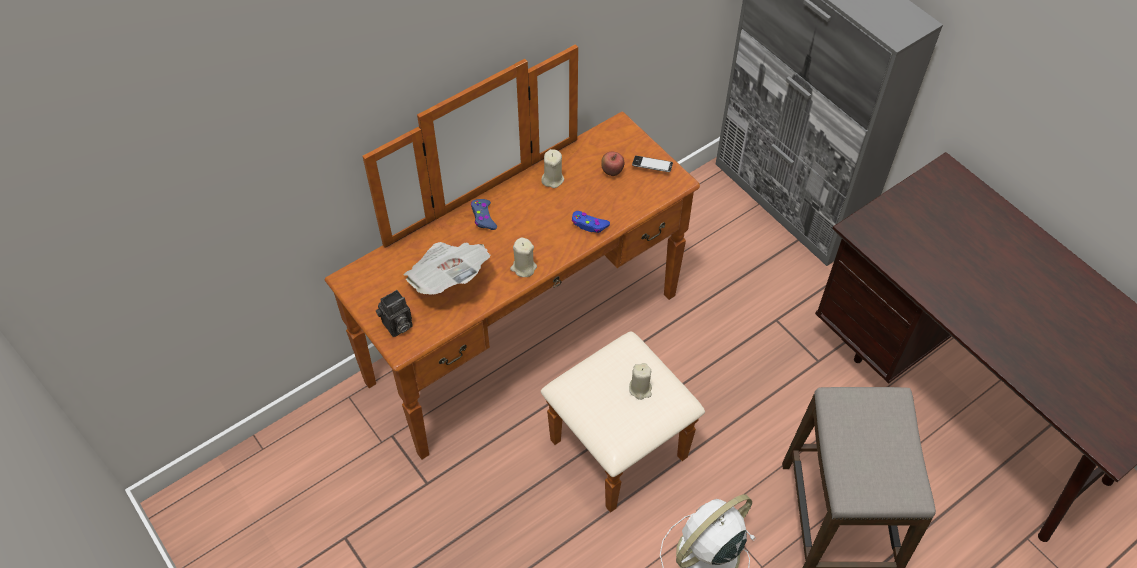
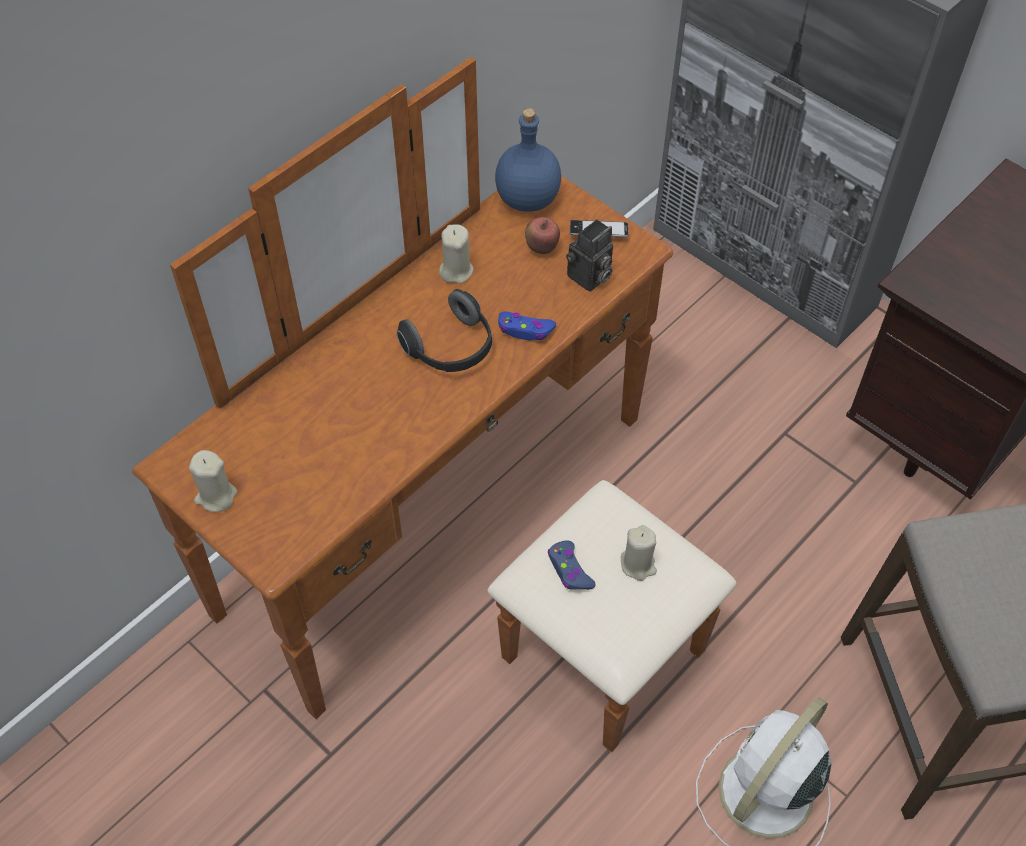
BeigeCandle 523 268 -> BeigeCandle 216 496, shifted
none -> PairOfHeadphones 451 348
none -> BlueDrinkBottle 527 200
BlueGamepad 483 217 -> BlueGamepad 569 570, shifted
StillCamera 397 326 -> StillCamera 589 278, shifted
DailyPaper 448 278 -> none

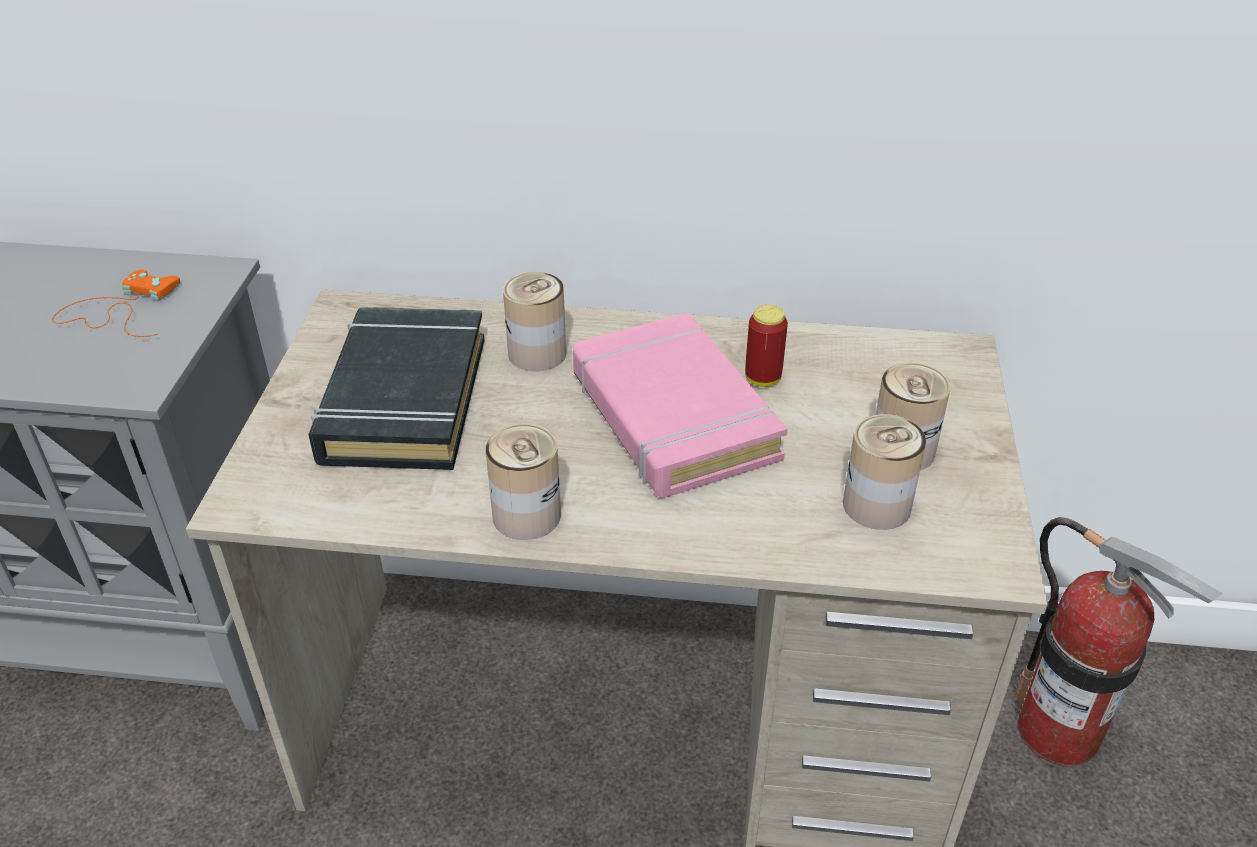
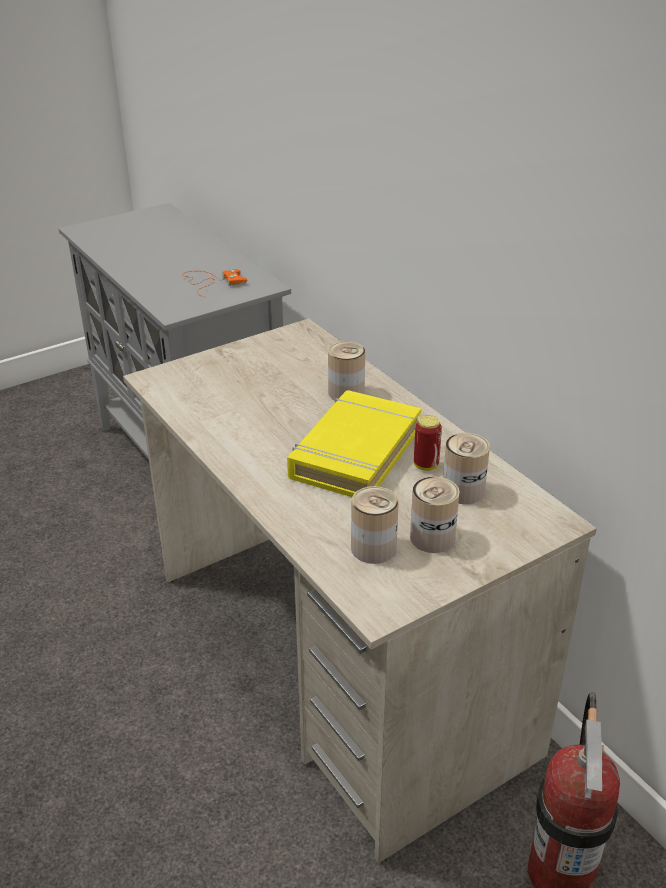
PinkBoundBook 672 416 -> YellowishBoundBook 355 453
MetalCan 526 515 -> MetalCan 463 491, shifted
BlackColouredBoundBook 403 399 -> none

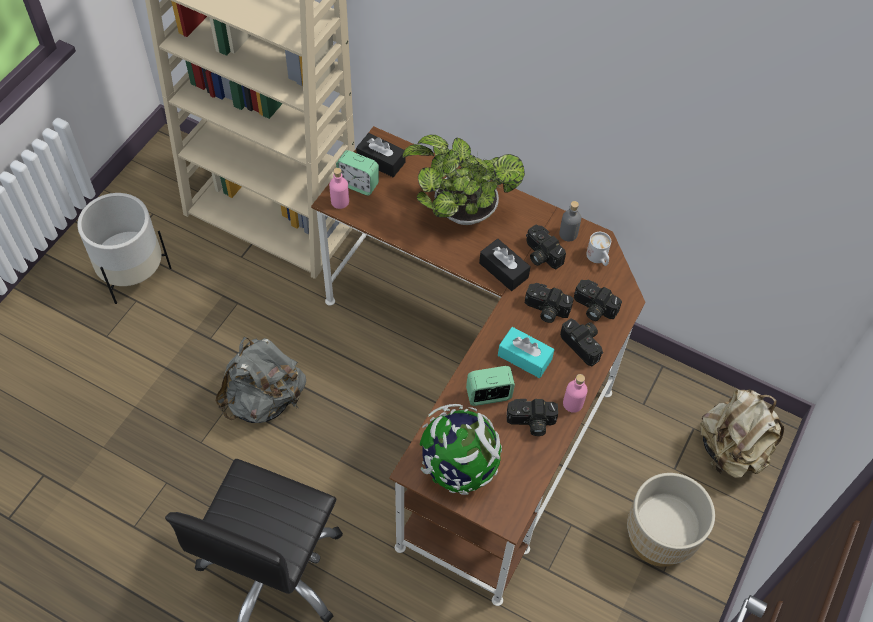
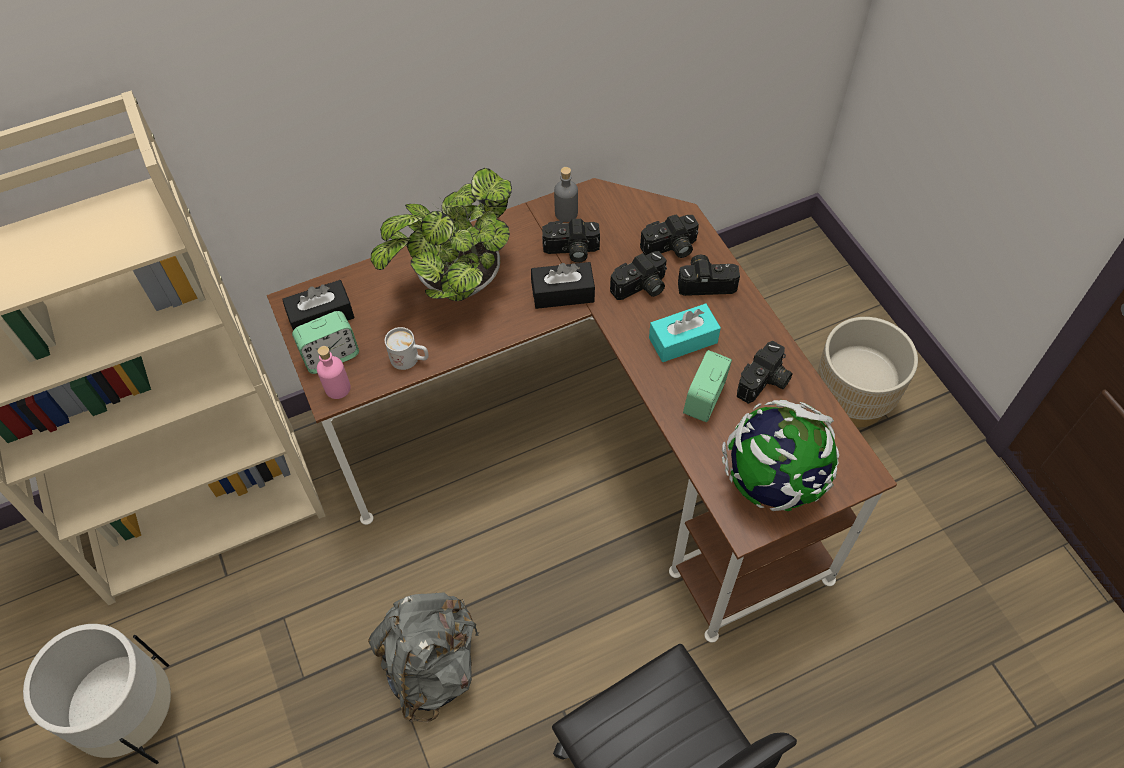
WhiteCoffeeMug 598 258 -> WhiteCoffeeMug 410 359, shifted
PinkDrinkBottle 572 403 -> none
BeigeBackpack 731 450 -> none

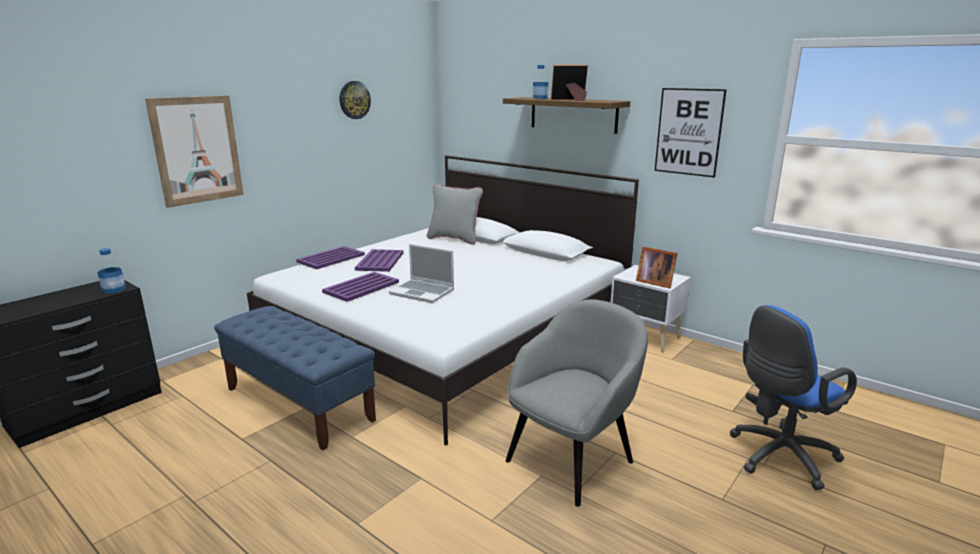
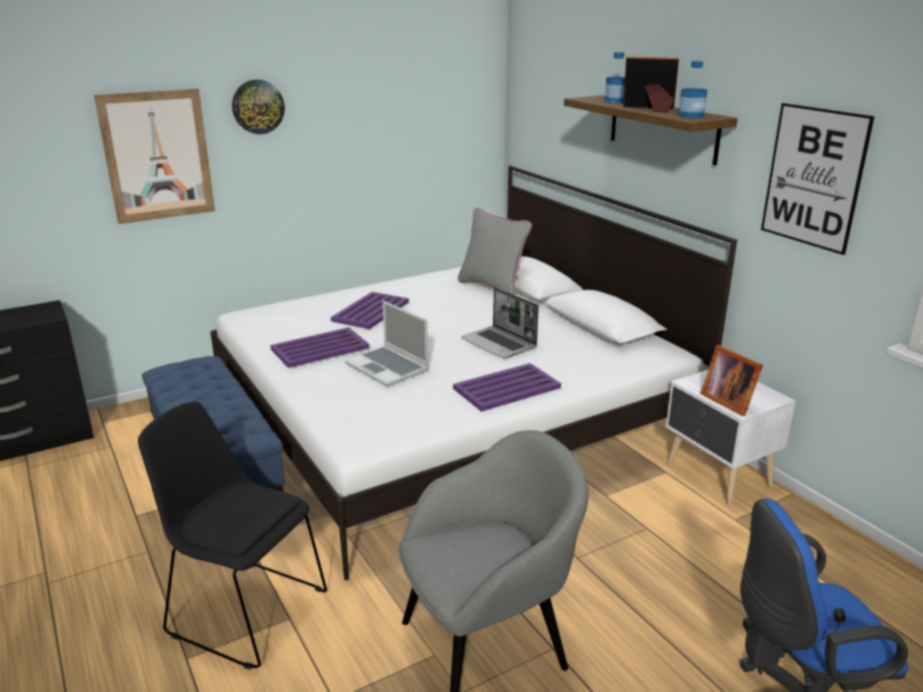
none -> BlackColouredPlainChair 244 610
ClockOnTheWall 354 100 -> ClockOnTheWall 258 107, shifted
PurpleServingTray 330 258 -> PurpleServingTray 505 388, shifted
none -> NotebookComputer 500 344
DrinkBottle 114 289 -> DrinkBottle 691 116, shifted

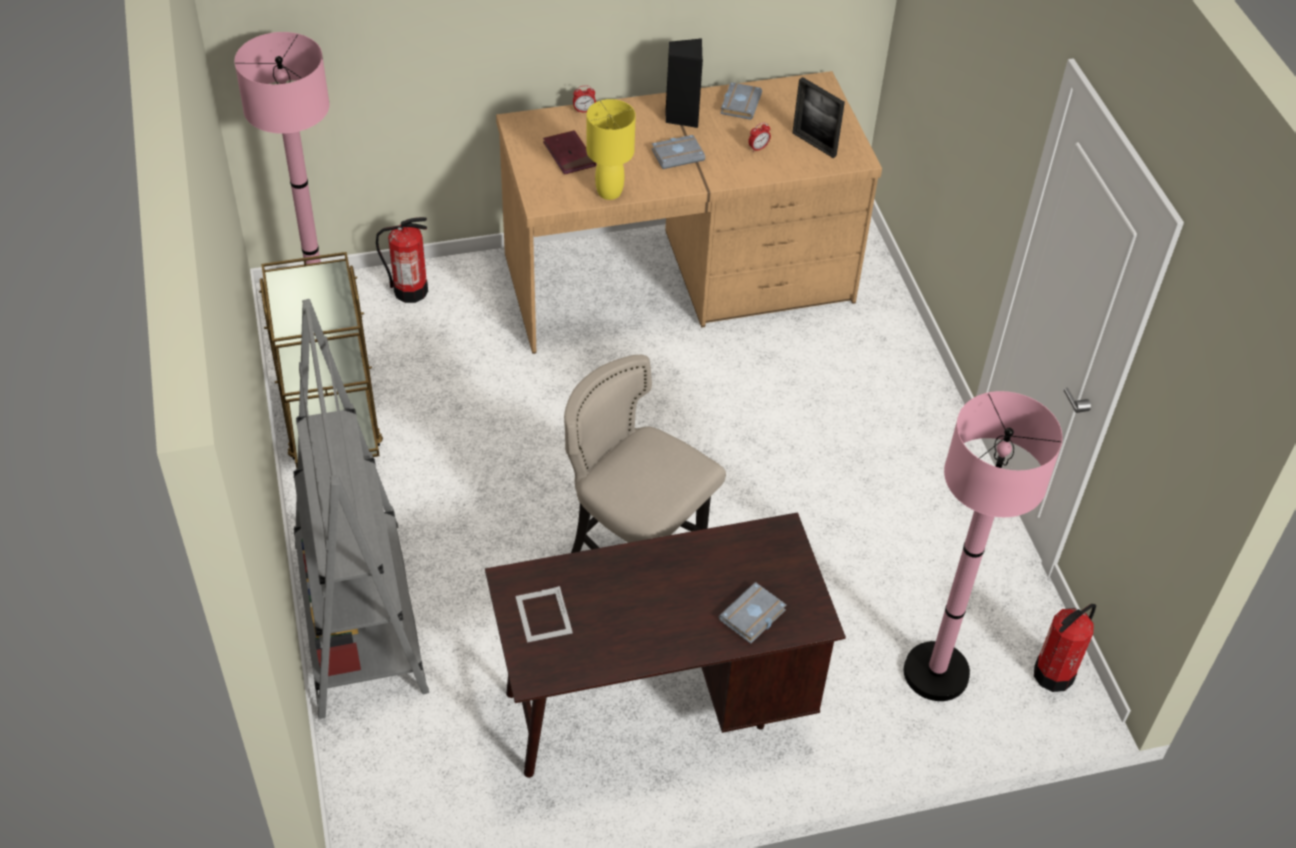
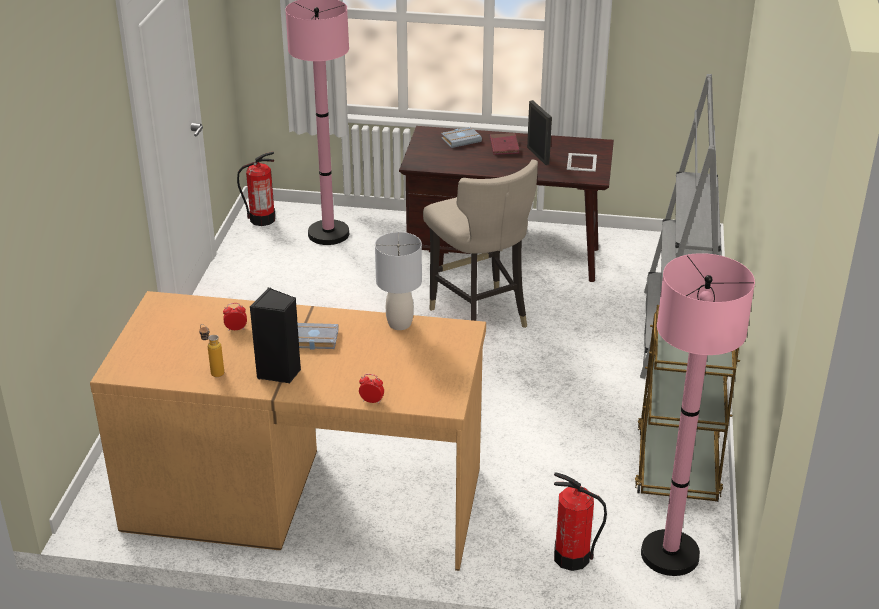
GrayBoundBook 739 103 -> DrinkBottle 213 371
YellowishTableLamp 609 192 -> GrayTableLamp 400 324
RedColouredBoundBook 569 155 -> RedColouredBoundBook 504 146, shifted
PictureFrame 814 144 -> PictureFrame 538 155, shifted

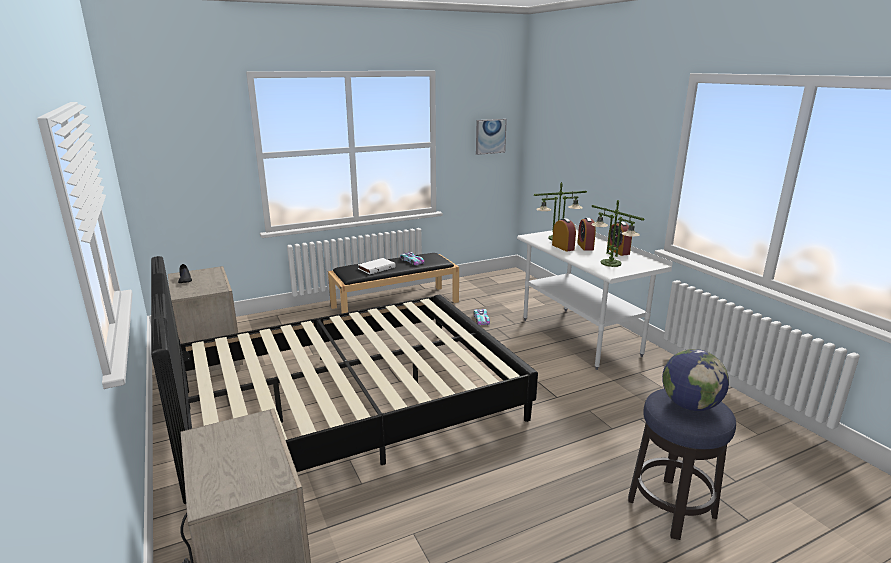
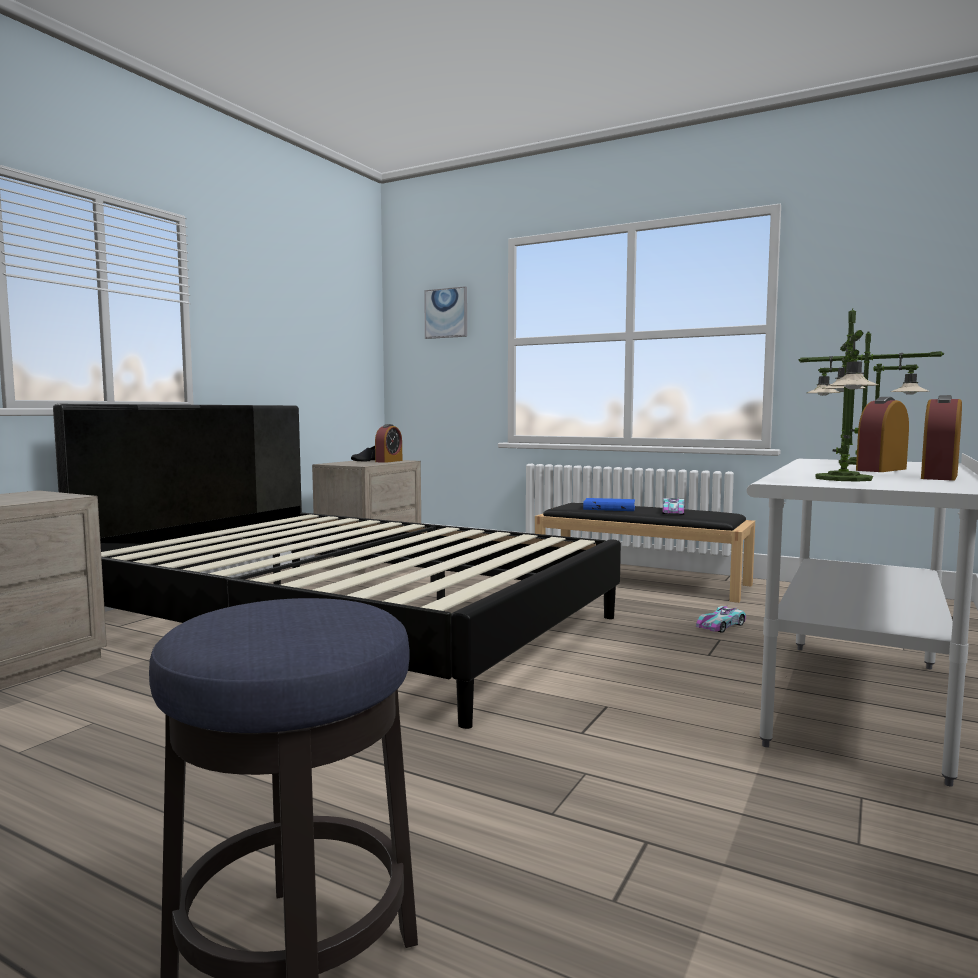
TableClock 563 247 -> TableClock 389 461, shifted
WallPicture 490 136 -> WallPicture 446 313, shifted
WhiteBoundBook 376 268 -> BlueBoundBook 609 508
Globe 689 405 -> none

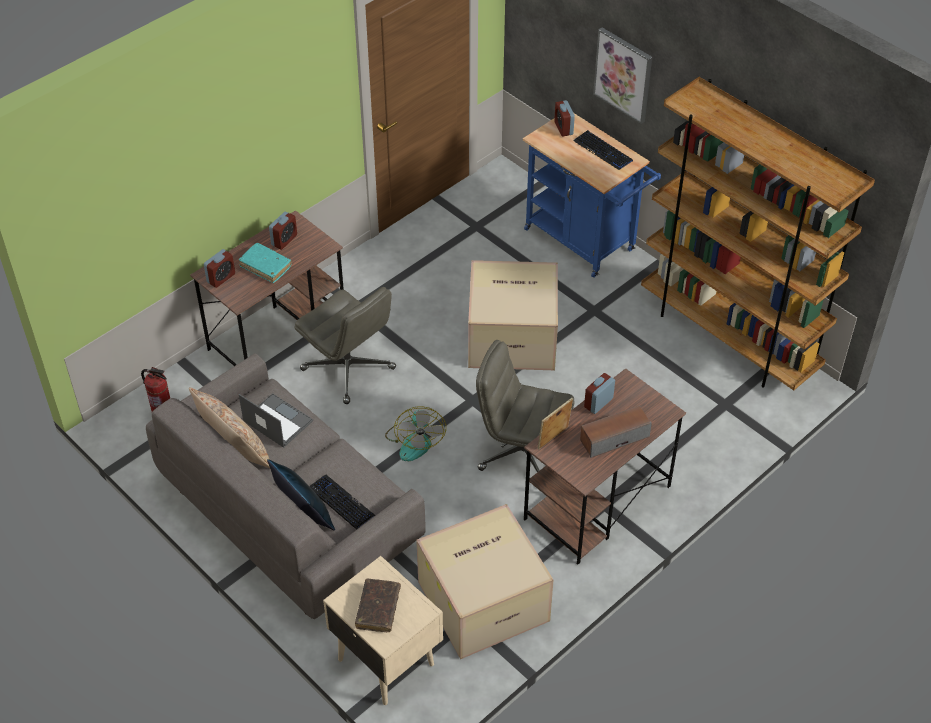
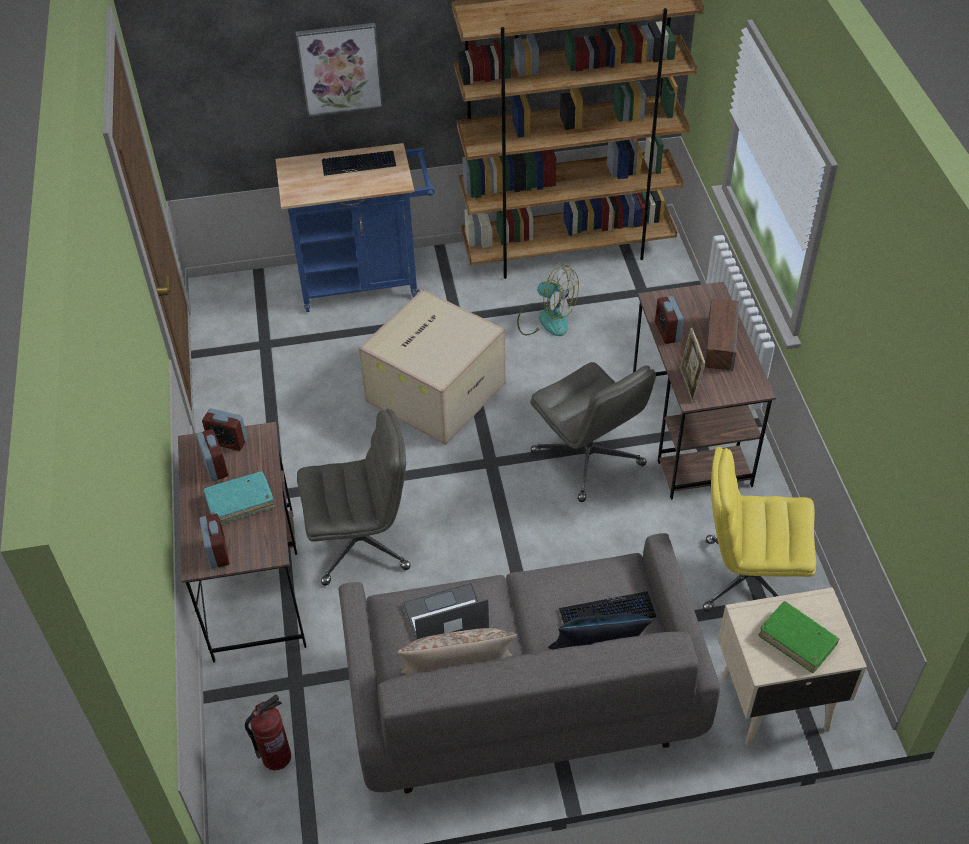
TableClock 563 128 -> TableClock 228 441, shifted
ElectricFan 414 440 -> ElectricFan 546 318, shifted
GrayDeskChair 522 453 -> GrayDeskChair 589 459, 90 degrees counterclockwise
PackingBox 484 599 -> YellowishDeskChair 747 579
BrownBoundBook 378 609 -> GreenBoundBook 797 641

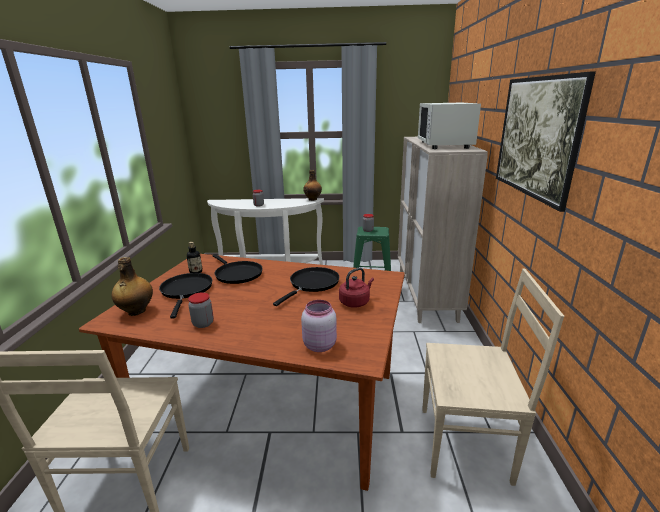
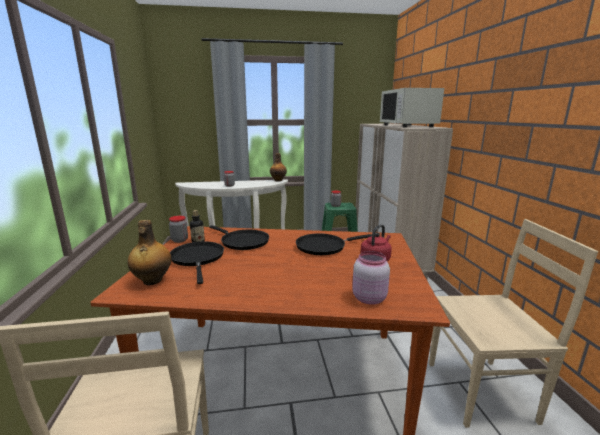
Jar 203 323 -> Jar 179 240, shifted
BlackColouredPan 312 284 -> BlackColouredPan 324 246, 135 degrees counterclockwise
WallPicture 531 165 -> none

